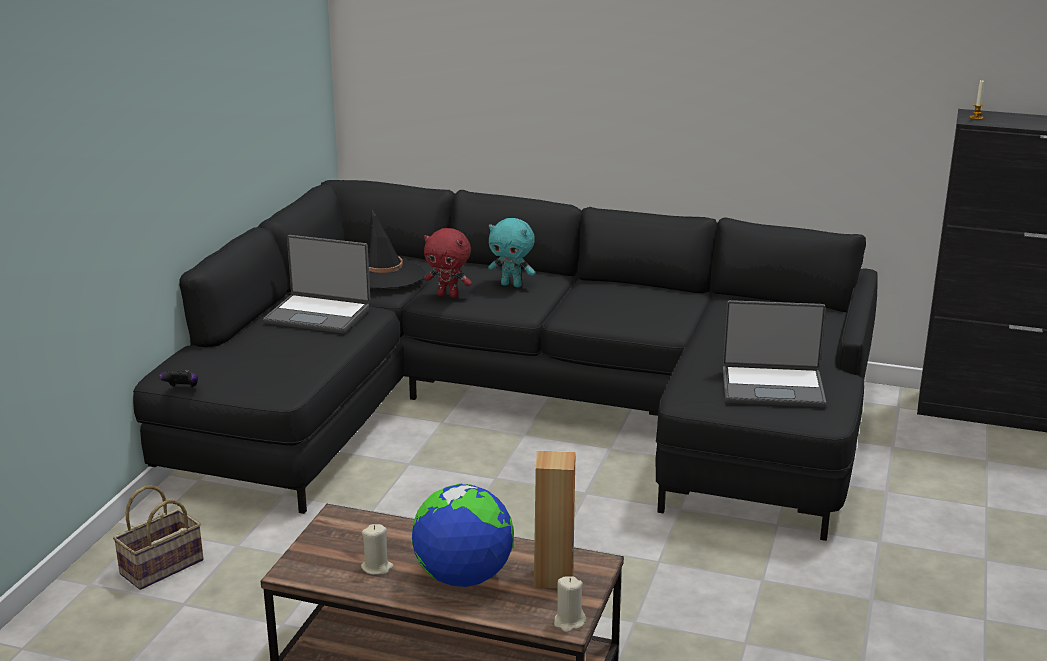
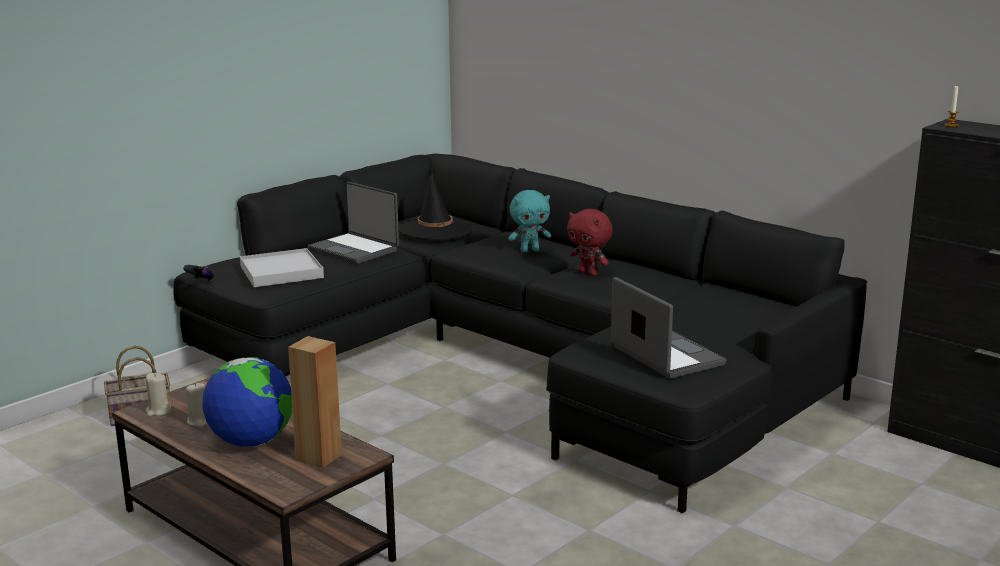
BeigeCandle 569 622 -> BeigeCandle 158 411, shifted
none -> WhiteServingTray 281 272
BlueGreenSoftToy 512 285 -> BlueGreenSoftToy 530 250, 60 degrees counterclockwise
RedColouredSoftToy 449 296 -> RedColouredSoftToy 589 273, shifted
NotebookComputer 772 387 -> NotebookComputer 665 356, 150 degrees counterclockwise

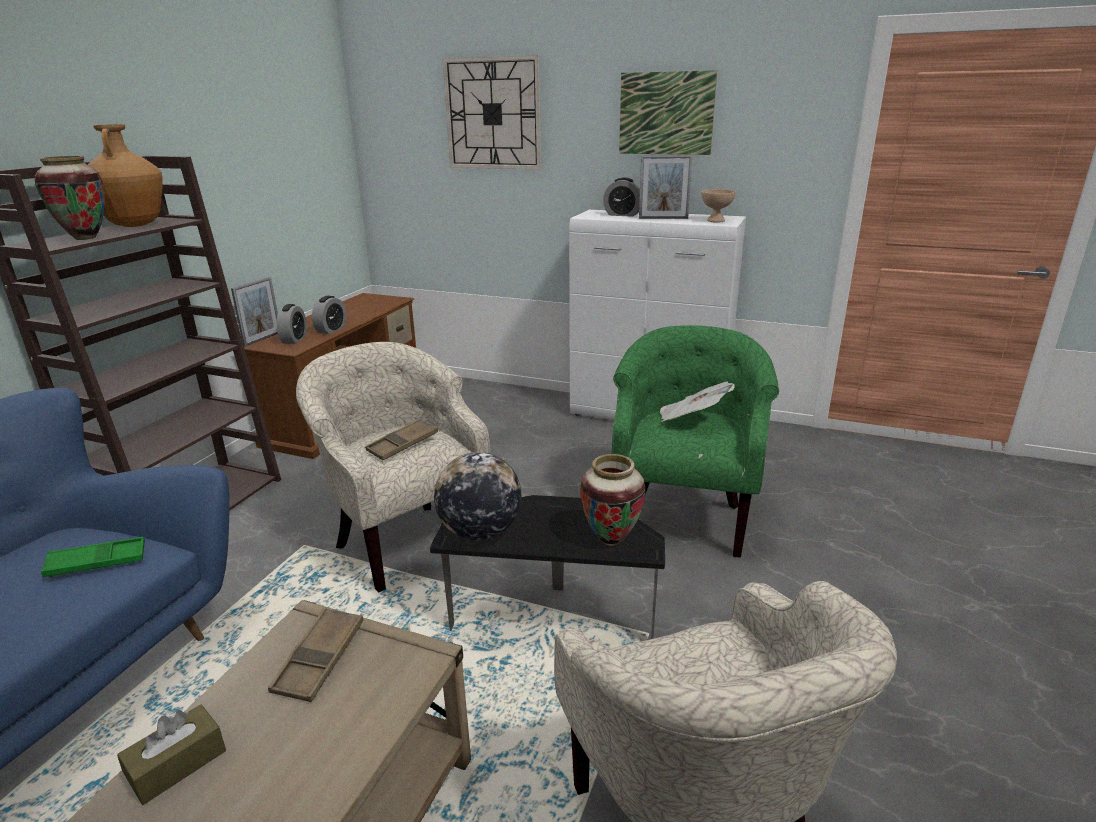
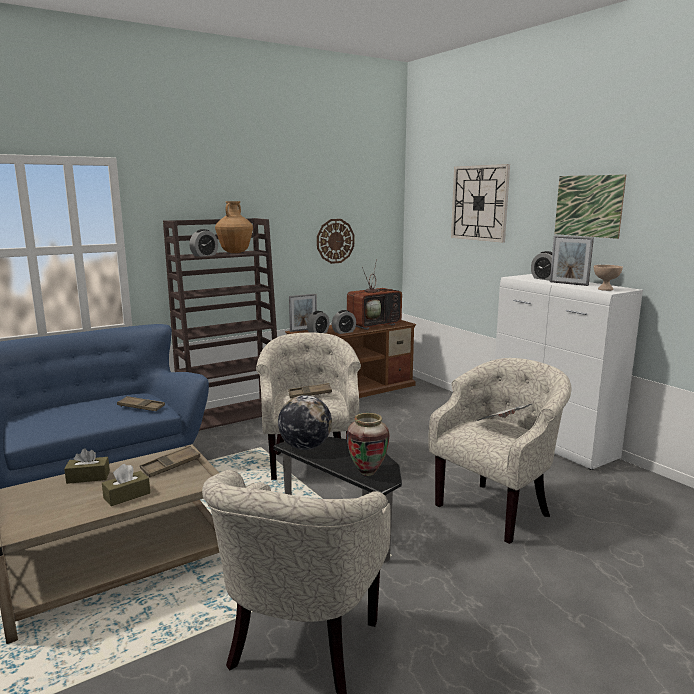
none -> BrownBoxOfTissues 127 495
GreenServingTray 97 562 -> BrownServingTray 141 407
Vase 86 238 -> TableClock 204 255
none -> ClockOnTheWall 335 241
none -> Tv 374 325
GreenLoungeChair 683 518 -> BeigeLoungeChair 497 508

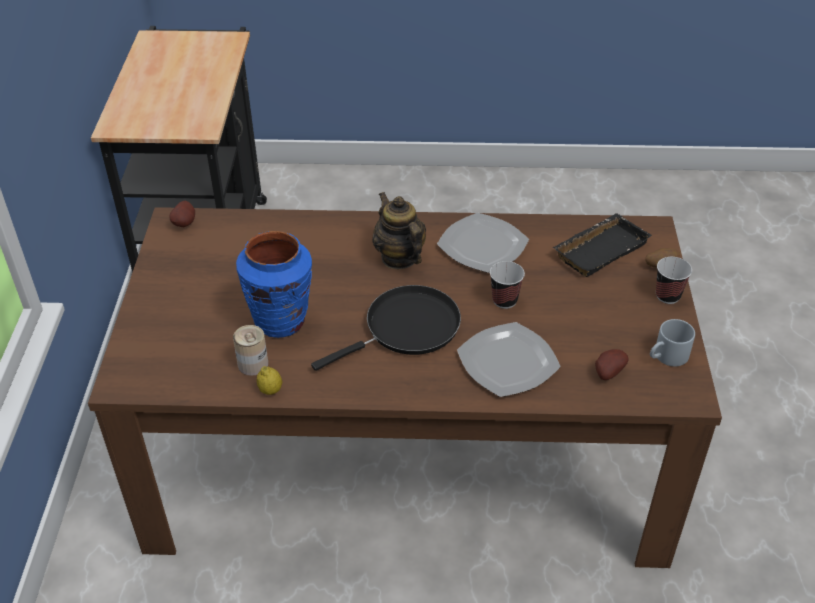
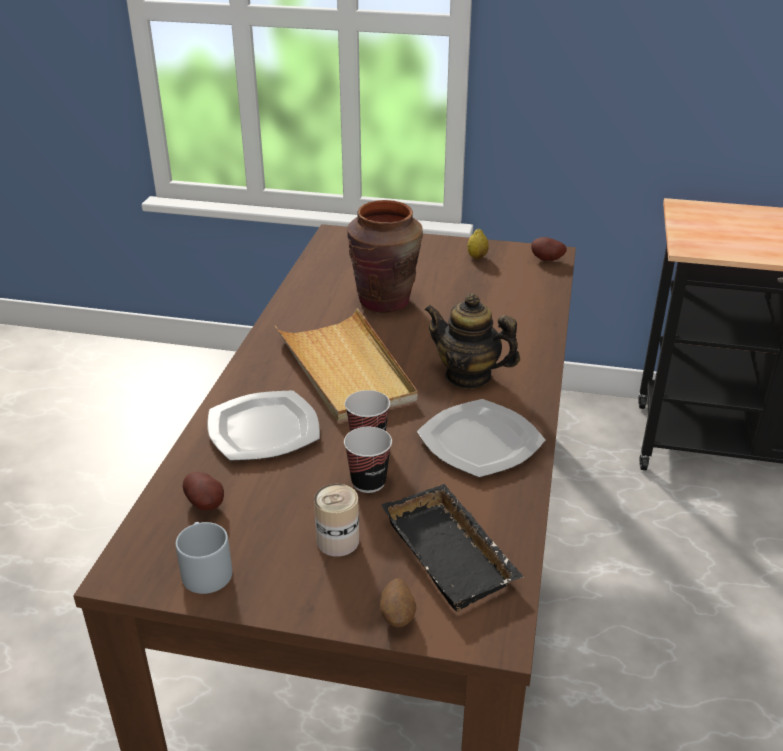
BlackColouredPan 406 328 -> BeigeServingTray 346 369
MetalCan 253 364 -> MetalCan 338 541, shifted
Cup 667 296 -> Cup 368 482, shifted
BlueVase 281 321 -> BrownVase 385 301
Teapot 399 257 -> Teapot 468 376, 135 degrees counterclockwise
WholeLemon 270 390 -> WholeLemon 477 257, shifted

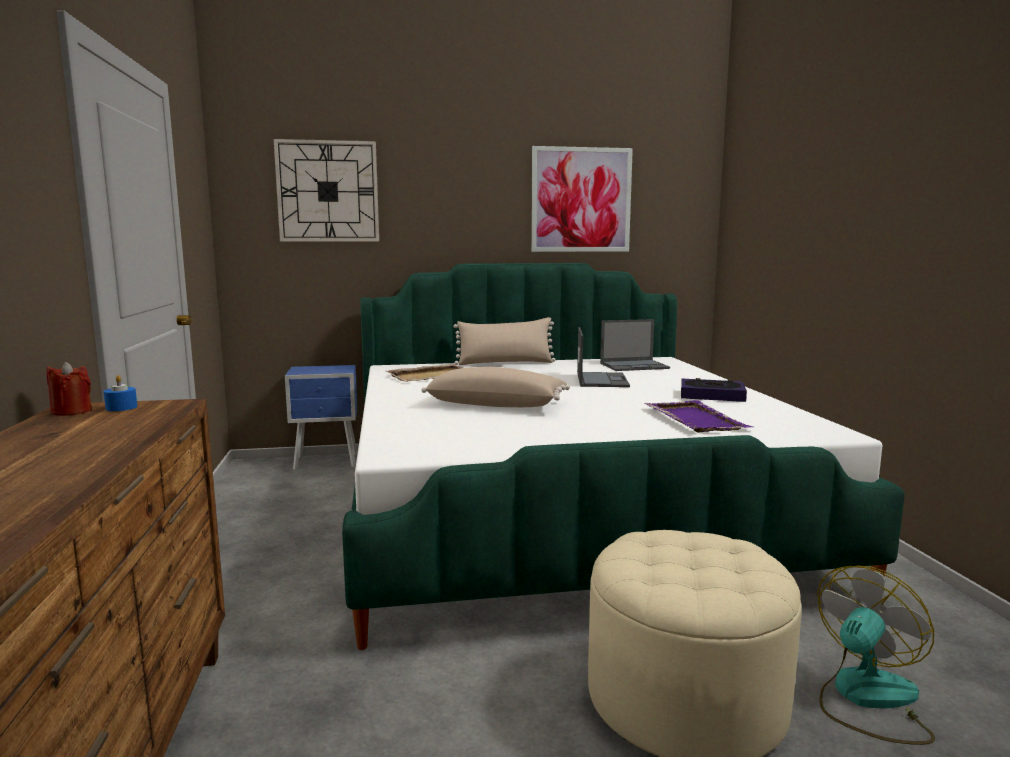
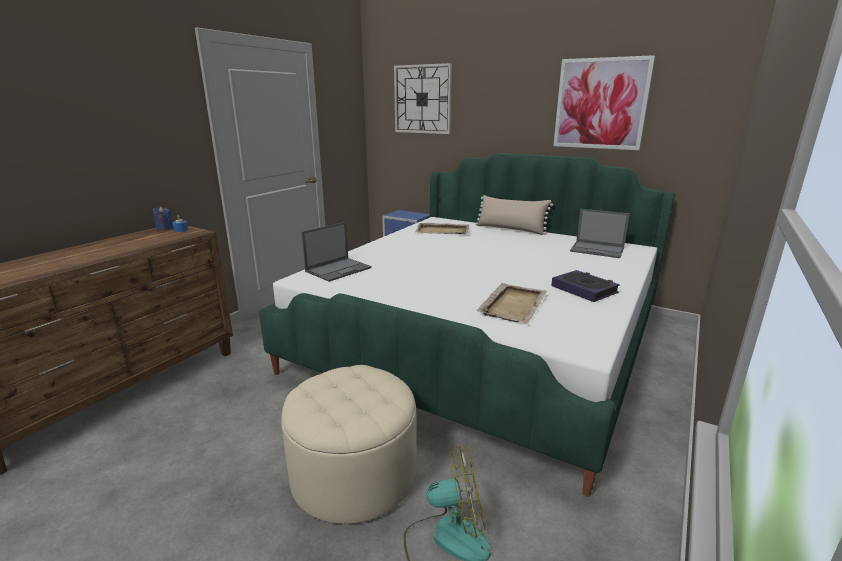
RedColouredCandle 71 411 -> BlueCandle 165 228
NotebookComputer 601 380 -> NotebookComputer 339 269, shifted
PurpleServingTray 694 419 -> BeigeServingTray 513 305
BeigeThrowPillow 497 405 -> none

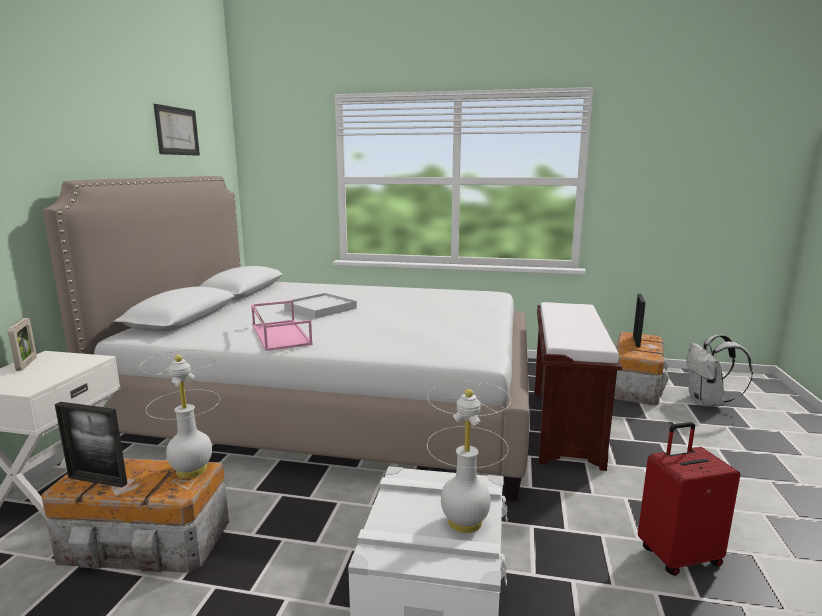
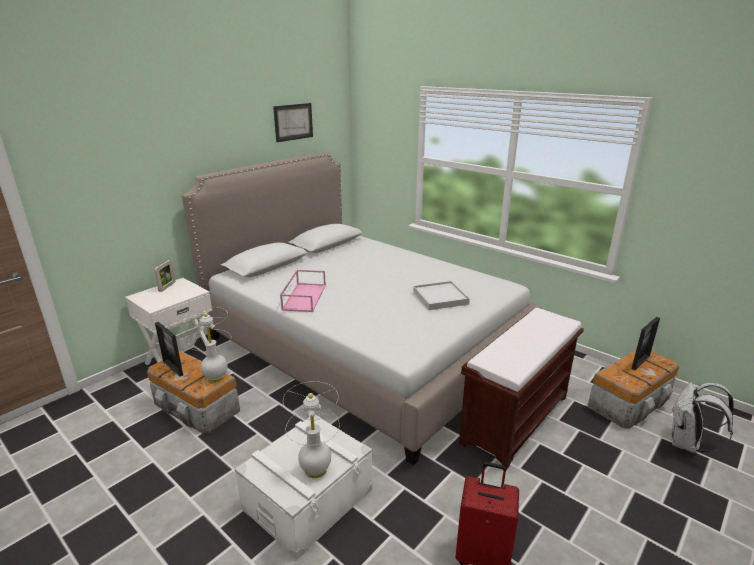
WhiteServingTray 320 308 -> WhiteServingTray 440 297, shifted

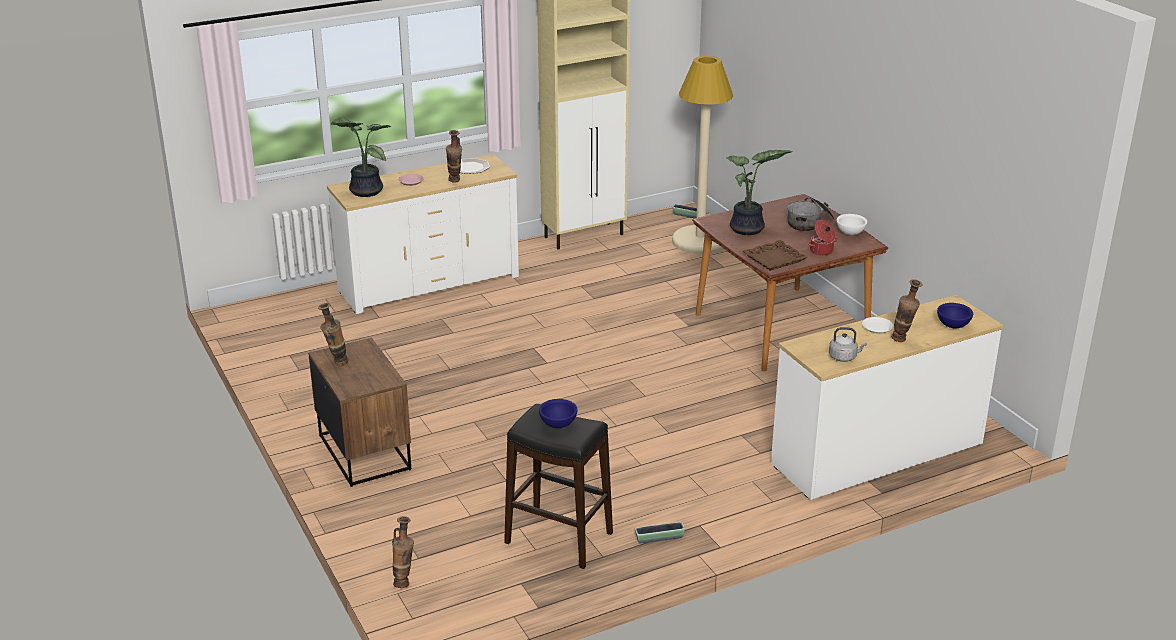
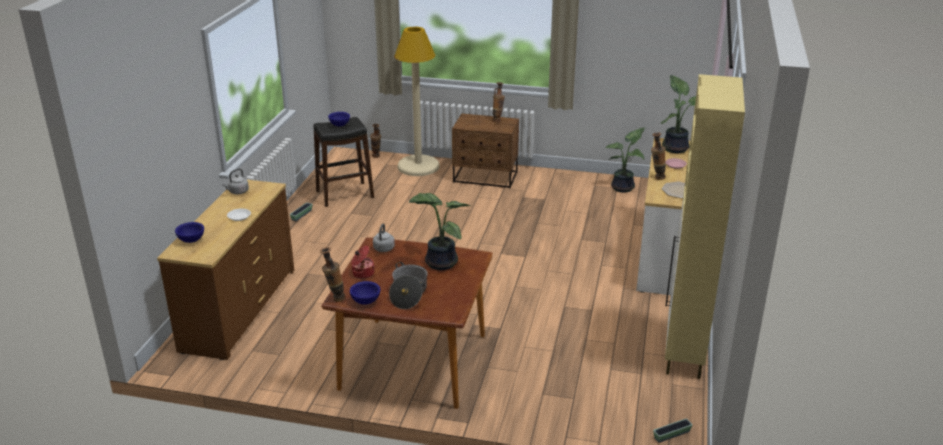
WhiteChestOfDrawers 878 454 -> BrownChestOfDrawers 239 309
Vase 902 341 -> Vase 335 299, shifted
WhiteServingBowl 851 233 -> BlueServingBowl 365 302
BrownServingTray 774 259 -> GrayWaterKettle 383 249
BeigeStandingLamp 700 241 -> BeigeStandingLamp 418 166, shifted
none -> PlantInAPot 624 188

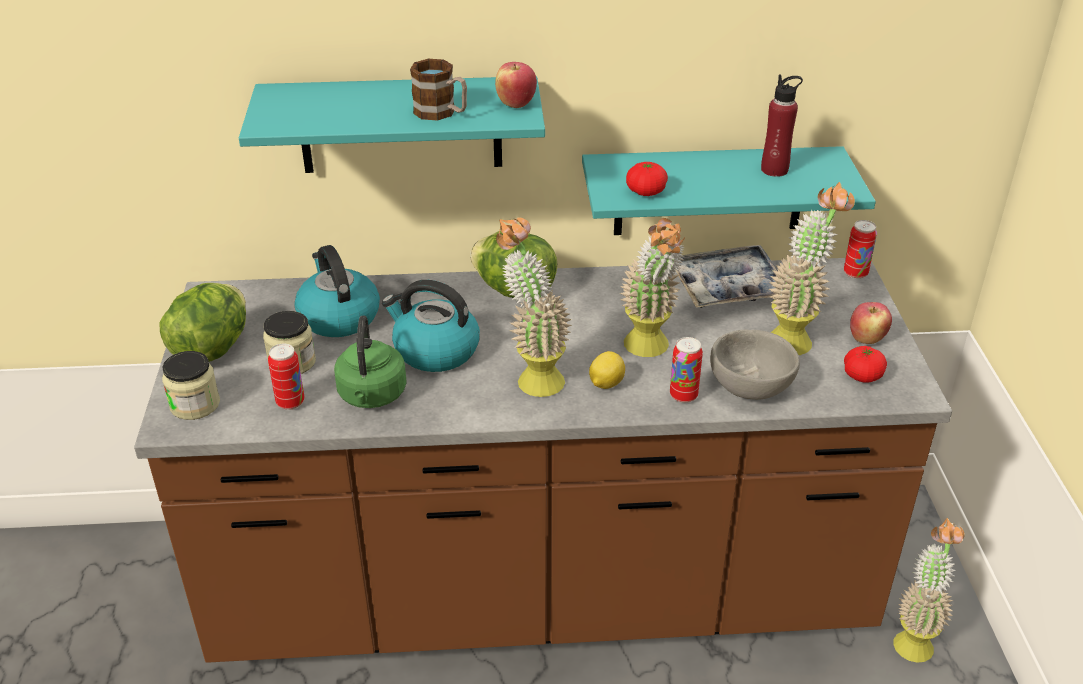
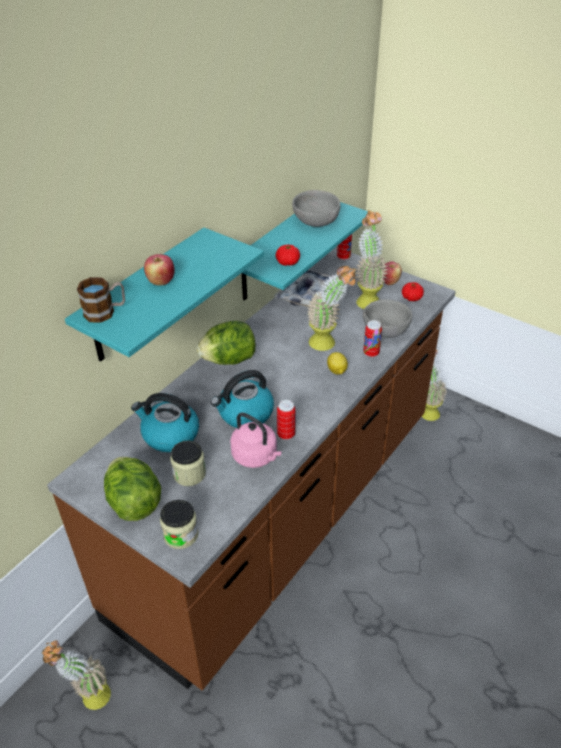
PlantInAPot 532 376 -> PlantInAPot 88 696, shifted
CoffeeMug 442 113 -> CoffeeMug 105 312, shifted
WholeApple 516 104 -> WholeApple 161 282, shifted
GreenWaterKettle 372 396 -> PinkWaterKettle 256 456
MetalCan 290 402 -> MetalCan 286 434, shifted
RedColouredDrinkBottle 774 170 -> GrayServingBowl 316 221

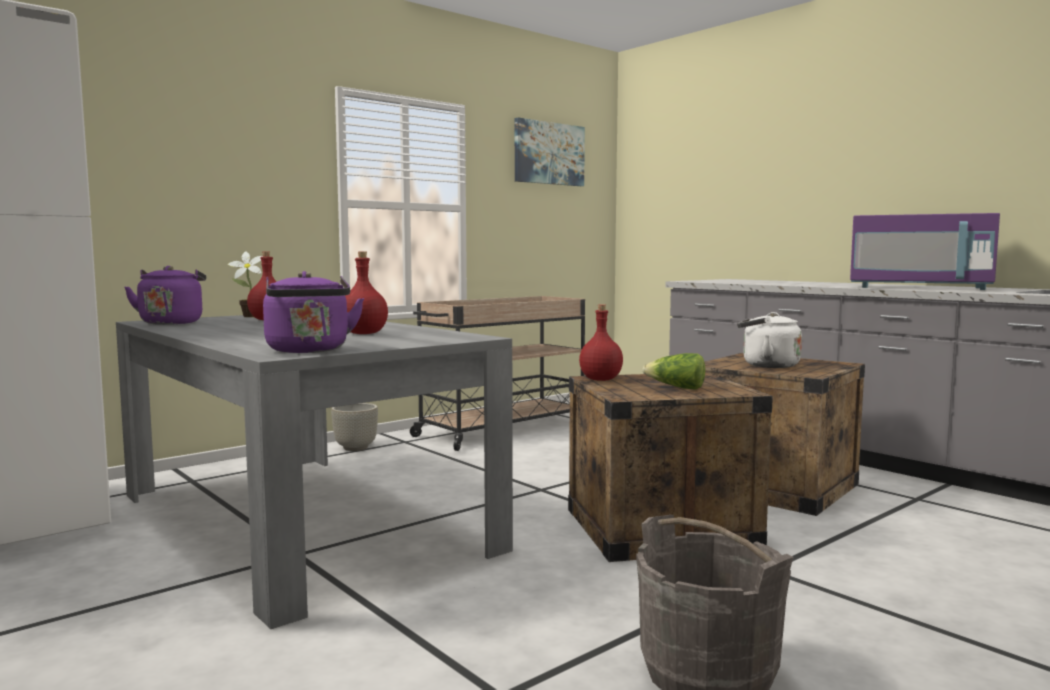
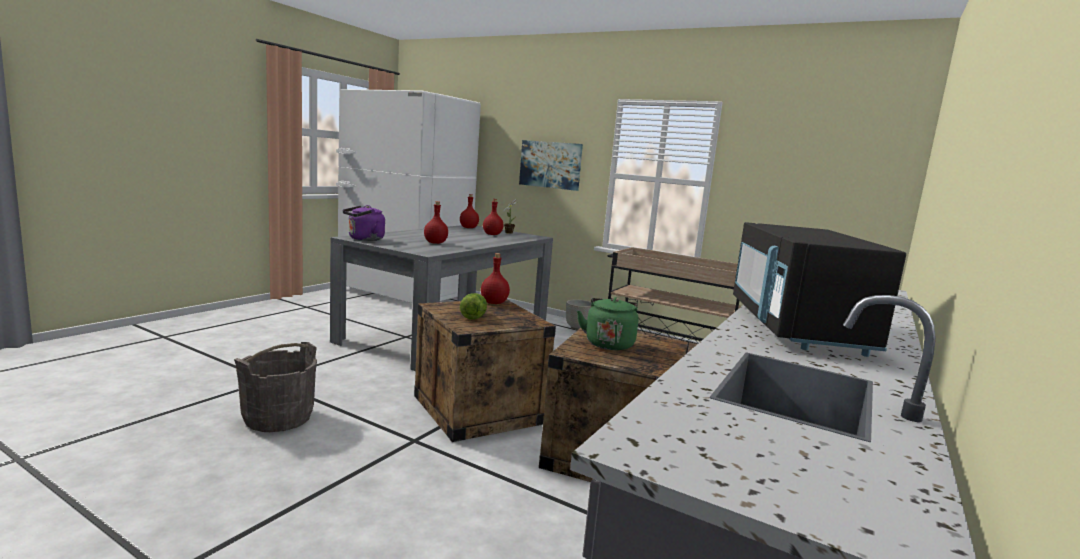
PurpleWaterKettle 172 322 -> RedColouredDrinkBottle 469 228
WallPicture 548 153 -> WallPicture 550 165, shifted
WhiteWaterKettle 766 365 -> GreenWaterKettle 609 343
PurpleKitchenMicrowave 918 288 -> BlackColouredKitchenMicrowave 796 328

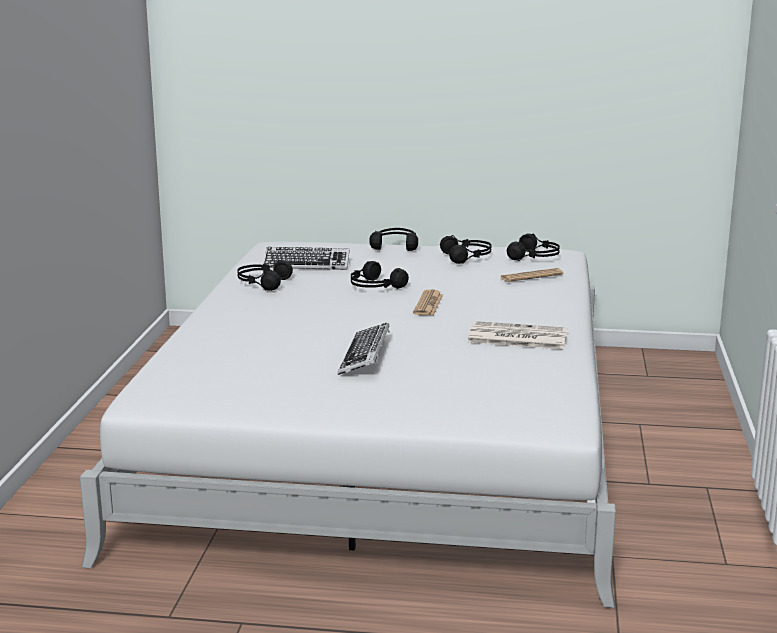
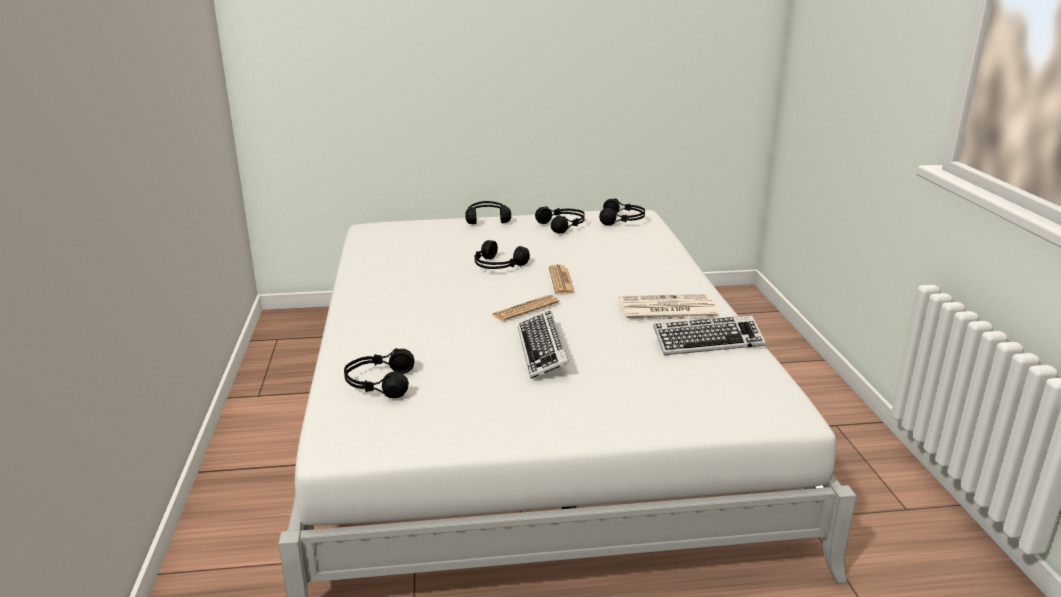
BlackColouredPairOfHeadphones 262 283 -> BlackColouredPairOfHeadphones 379 384, shifted
DailyPaper 531 276 -> DailyPaper 525 309, shifted
PcKeyboard 306 264 -> PcKeyboard 708 341, shifted

